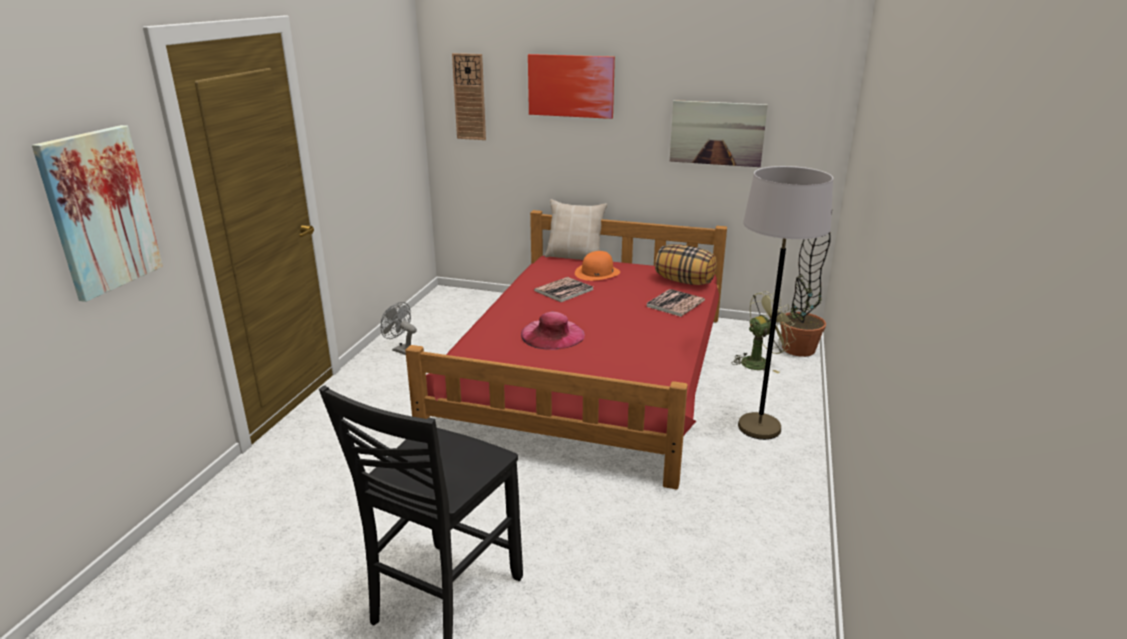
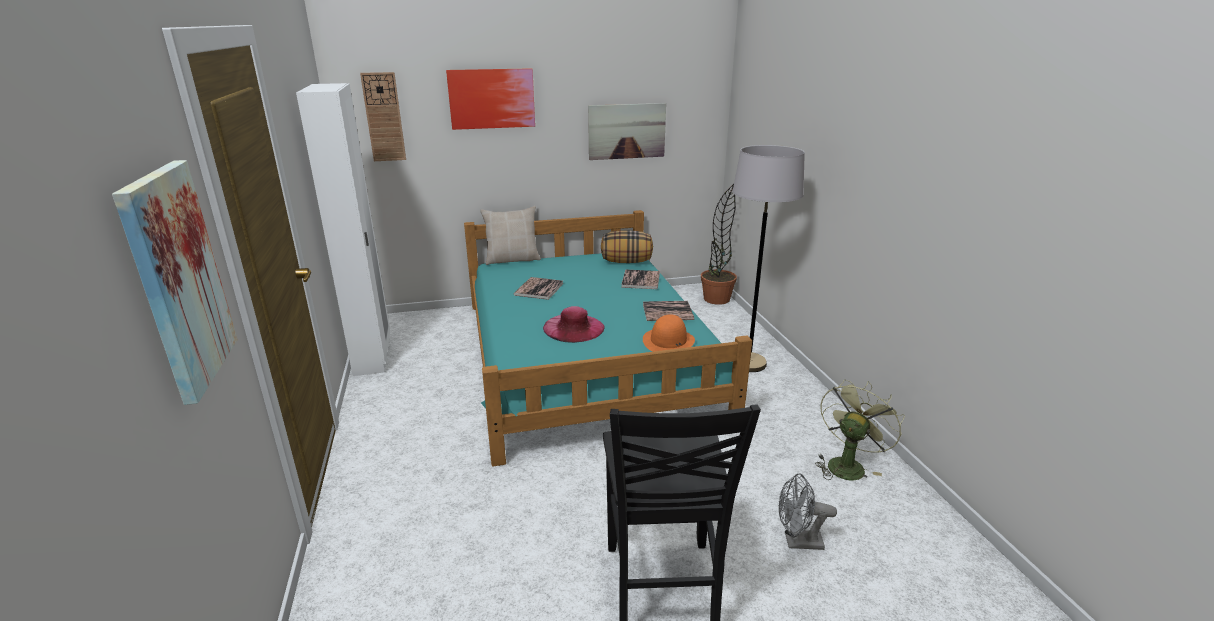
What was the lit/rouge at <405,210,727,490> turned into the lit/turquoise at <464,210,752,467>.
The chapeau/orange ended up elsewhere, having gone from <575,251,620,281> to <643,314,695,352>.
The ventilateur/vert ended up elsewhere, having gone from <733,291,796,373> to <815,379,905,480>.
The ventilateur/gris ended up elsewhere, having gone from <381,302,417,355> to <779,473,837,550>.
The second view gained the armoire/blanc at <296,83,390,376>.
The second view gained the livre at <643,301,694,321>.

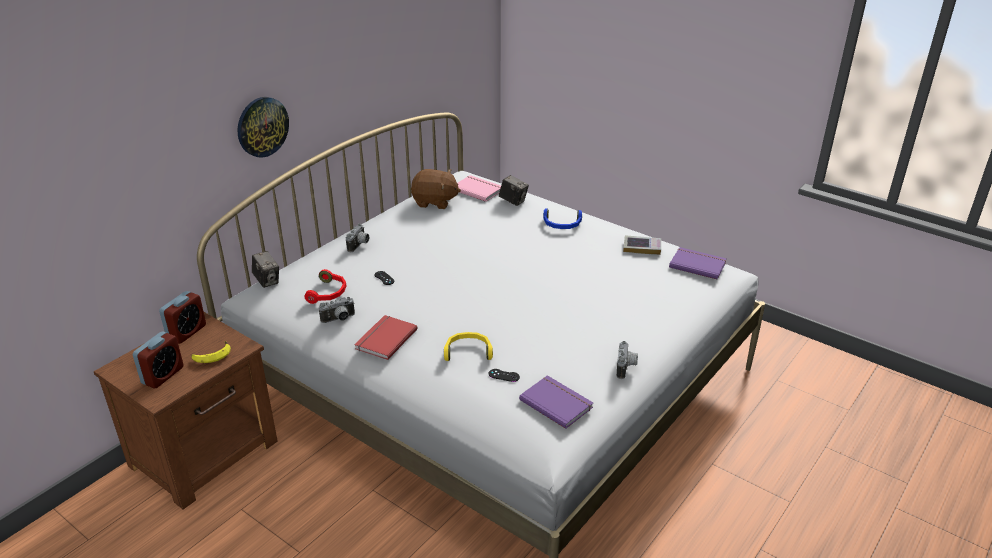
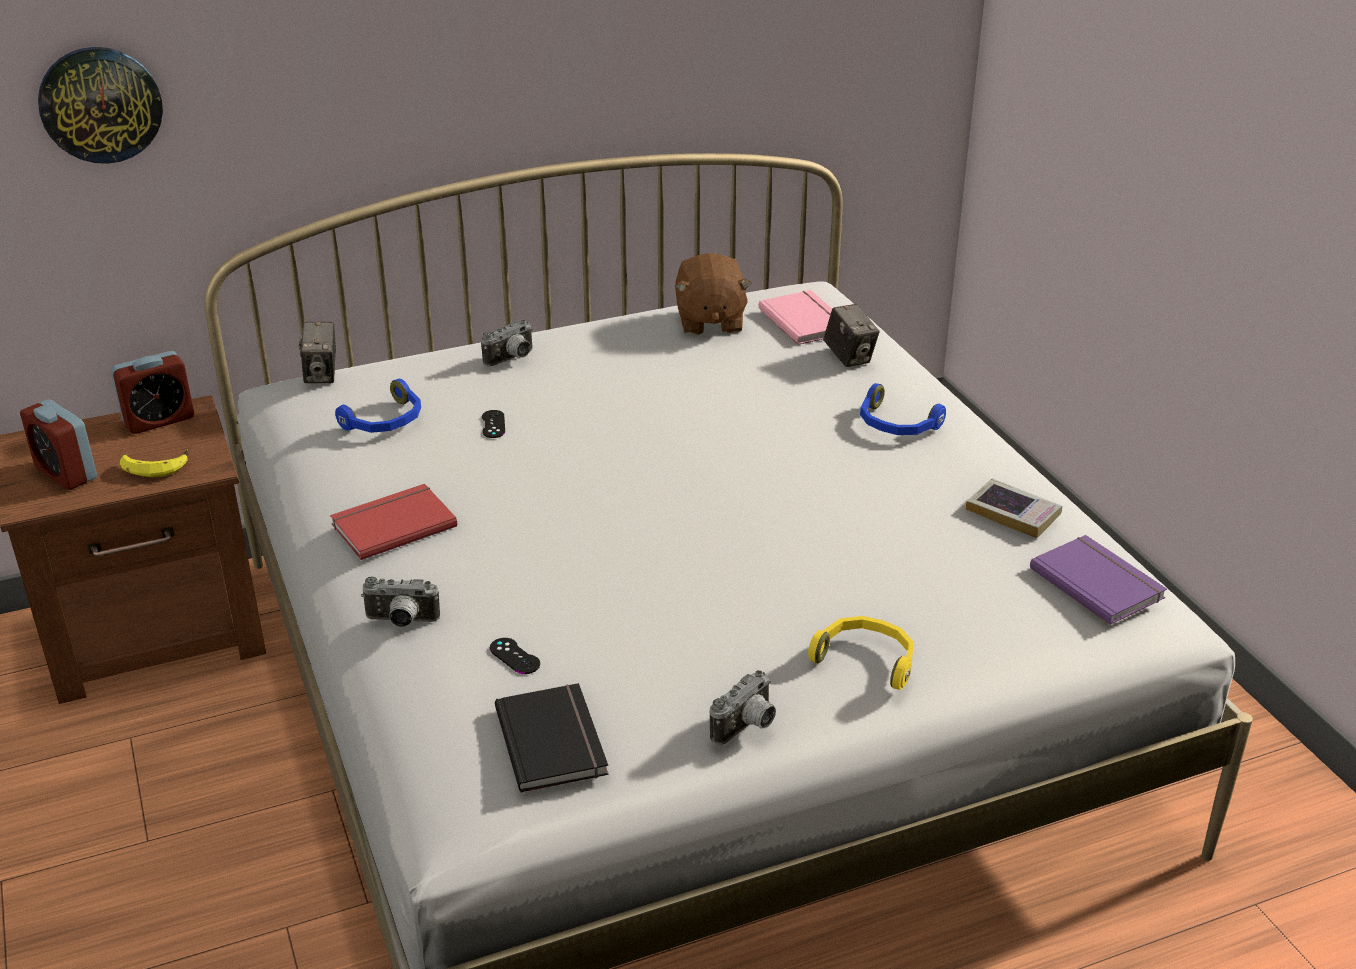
The horloge murale ended up elsewhere, having gone from <237,97,289,158> to <38,47,163,164>.
The peluche/marron at <411,169,461,209> ended up facing another way, 45 degrees clockwise from before.
What was the casque audio/rouge at <304,269,346,304> turned into the casque audio/bleu at <335,379,421,433>.
The appareil photo ended up elsewhere, having gone from <319,297,355,323> to <361,577,440,627>.
The réveil at <133,332,184,389> ended up facing another way, 75 degrees clockwise from before.
The casque audio/jaune ended up elsewhere, having gone from <444,332,493,361> to <808,616,914,690>.
What was the livre/violet at <519,375,593,429> turned into the livre/noir at <495,683,609,793>.

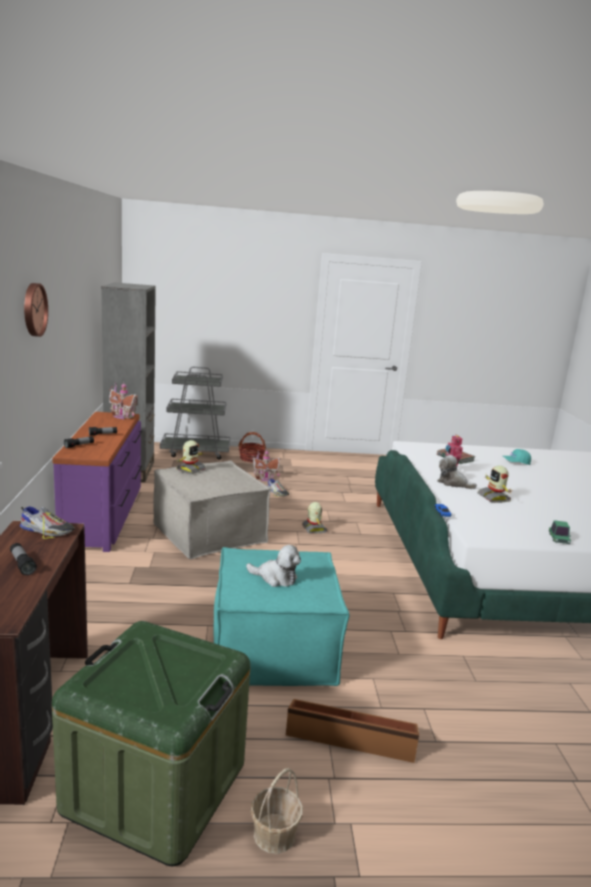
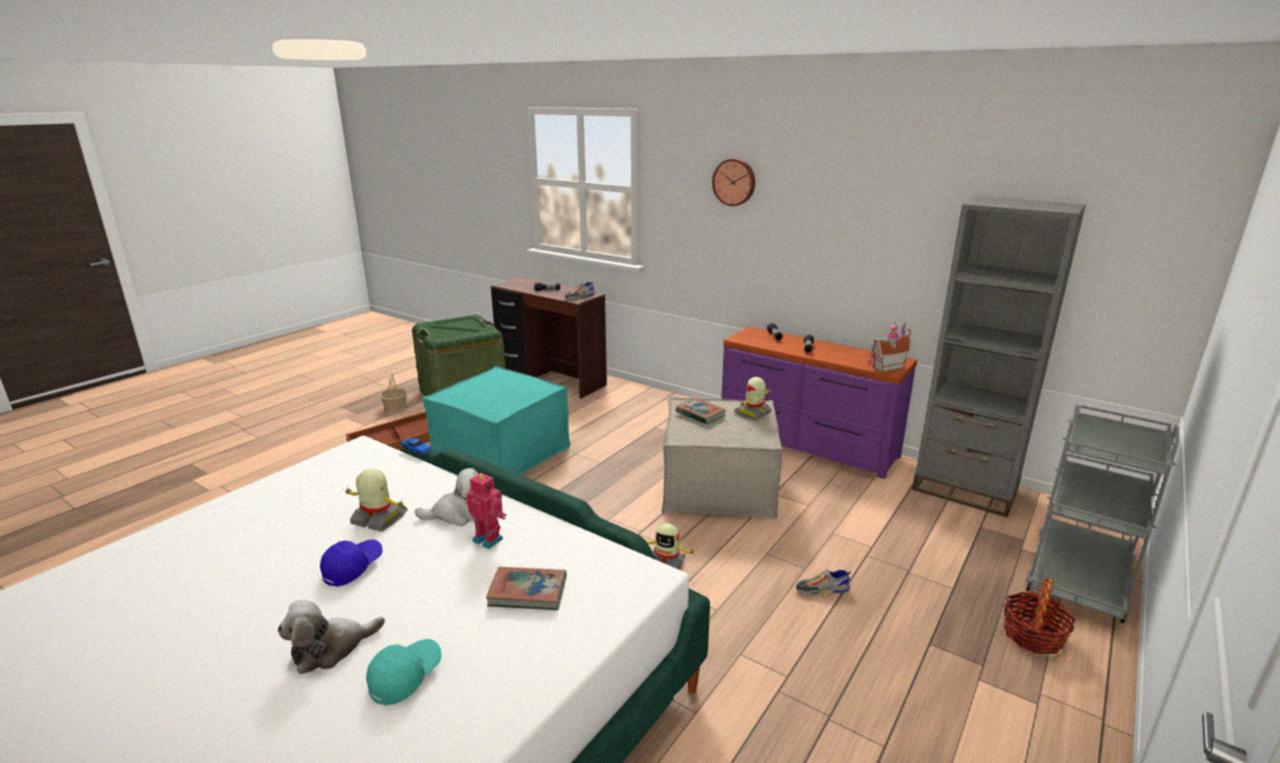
The robot jouet at <175,440,206,474> ended up facing another way, 60 degrees clockwise from before.
The second view lost the maison miniature at <251,450,281,481>.
The second view lost the petite voiture at <549,520,571,544>.
The peluche ended up elsewhere, having gone from <246,545,301,587> to <278,600,385,674>.
The second view gained the livre at <676,398,726,425>.
The second view gained the casquette/bleu at <320,539,383,587>.

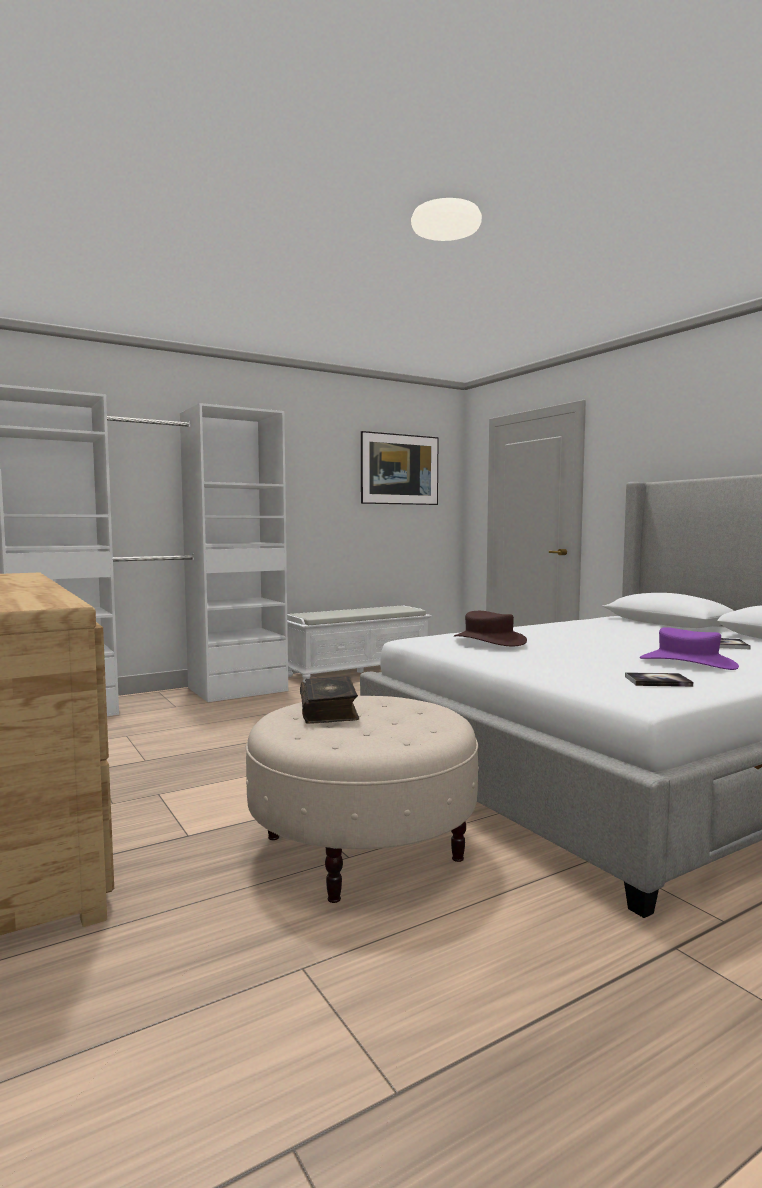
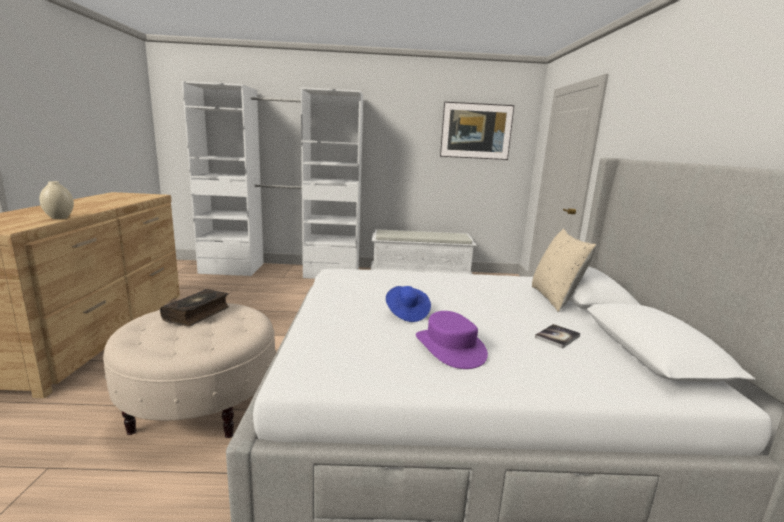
The second view lost the chapeau/marron at <454,611,527,646>.
The second view lost the livre at <625,672,693,687>.
The second view gained the vase/beige at <39,181,74,219>.
The second view gained the coussin/beige at <532,229,597,312>.
The second view gained the chapeau/bleu at <386,286,431,322>.

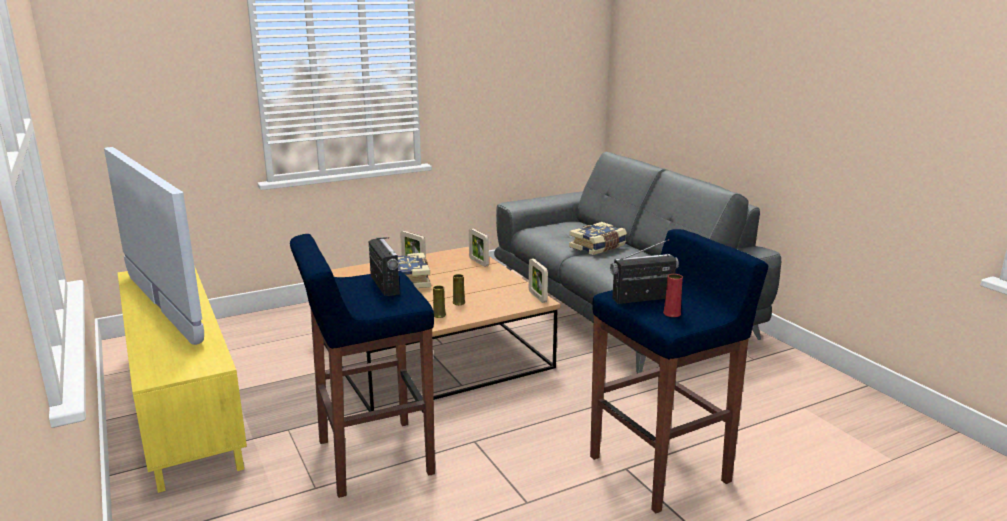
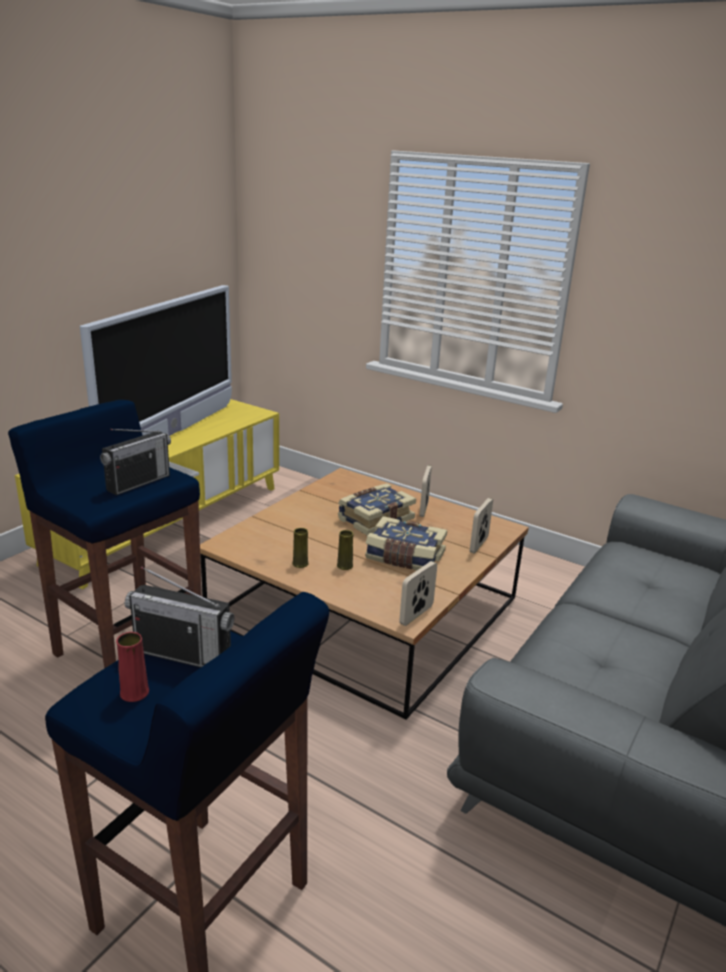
The livre ended up elsewhere, having gone from <569,222,627,255> to <365,516,447,570>.
The radio at <610,239,679,304> ended up facing another way, 150 degrees clockwise from before.

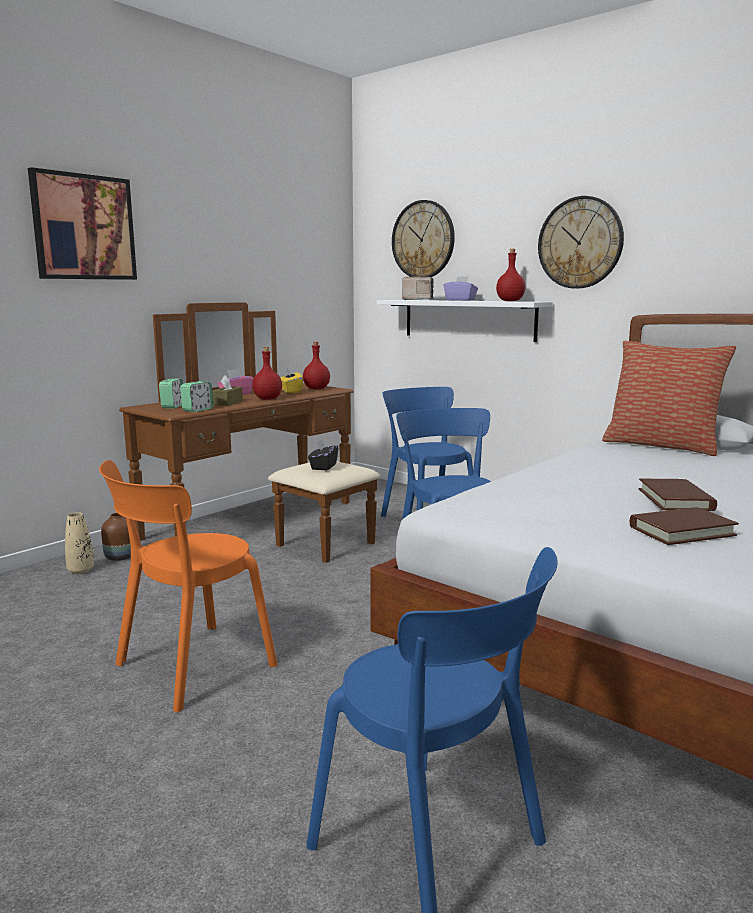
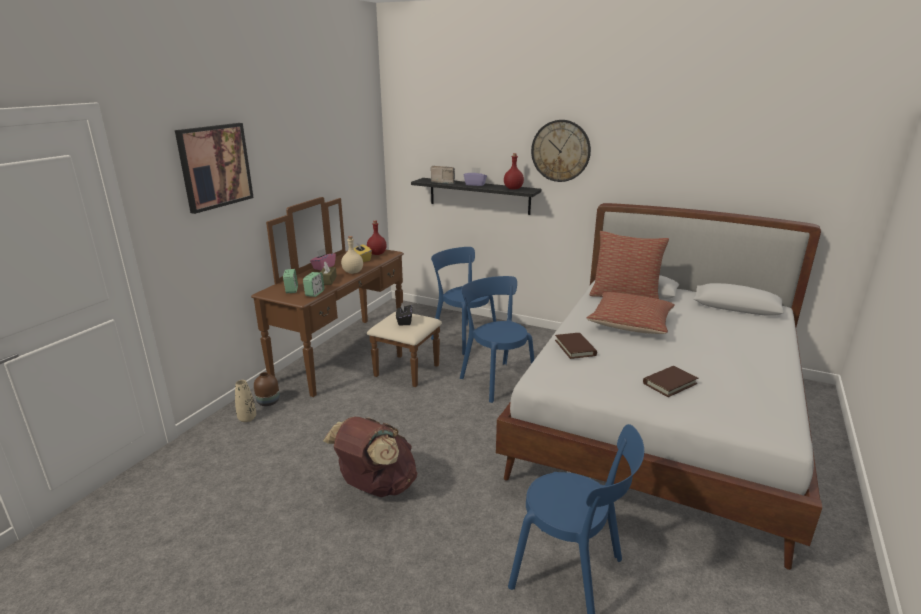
The second view lost the horloge murale at <392,200,455,277>.
What was the étagère/blanc at <377,300,553,342> turned into the étagère/noir at <411,178,541,215>.
What was the bouteille/rouge at <252,347,282,400> turned into the bouteille/beige at <341,236,363,274>.
Where the chaise/orange stood at <99,460,277,713>, the sac à dos/marron came to stand at <323,417,417,497>.
The livre/marron ended up elsewhere, having gone from <639,478,717,511> to <555,333,597,359>.
The second view gained the coussin at <586,292,675,334>.

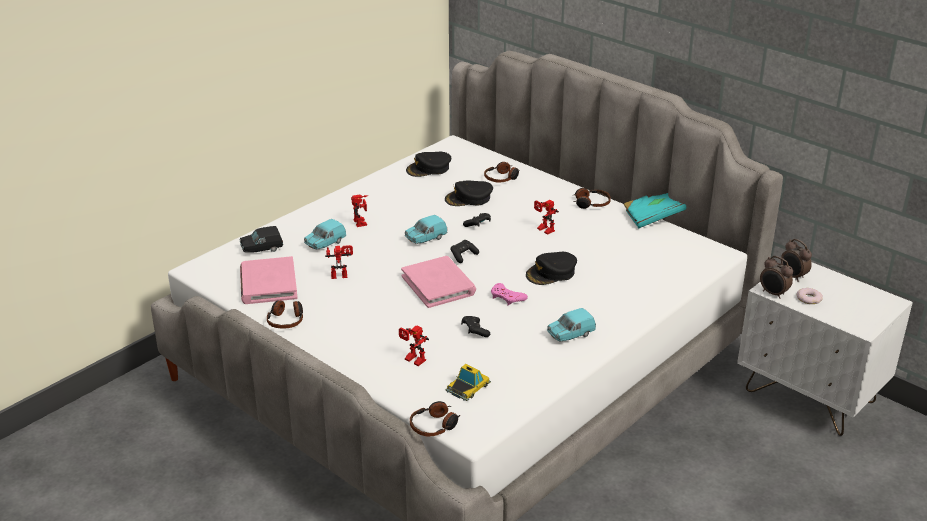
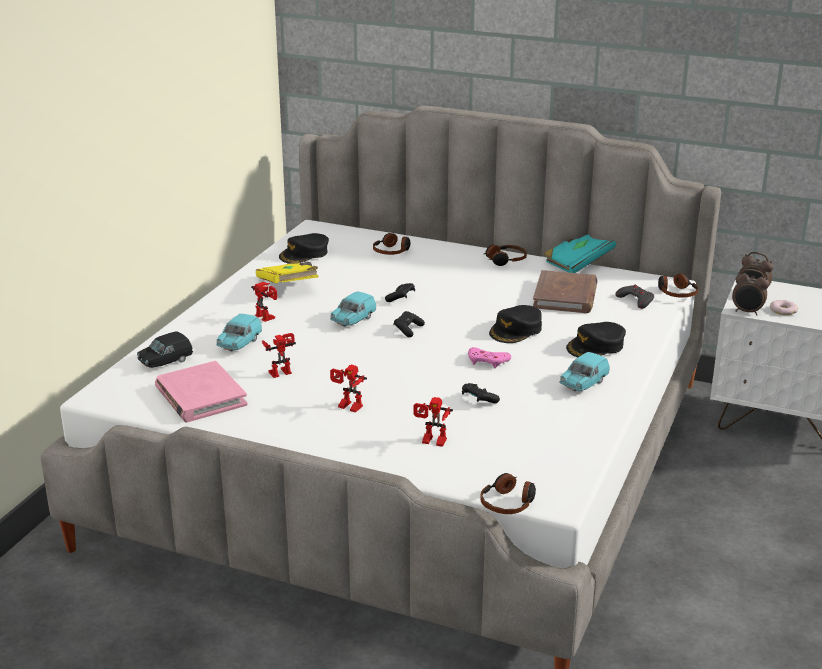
The casquette/noir ended up elsewhere, having gone from <445,180,493,206> to <566,322,626,357>.
The robot jouet ended up elsewhere, having gone from <534,200,559,235> to <330,364,367,412>.
The second view lost the livre/rose at <401,256,476,308>.
The casque audio ended up elsewhere, having gone from <267,300,303,328> to <658,274,699,298>.
The second view lost the petite voiture at <445,364,491,401>.
The second view gained the livre/jaune at <256,261,319,283>.
The second view gained the livre/marron at <533,270,598,313>.
The second view gained the manette/gris at <615,285,654,309>.

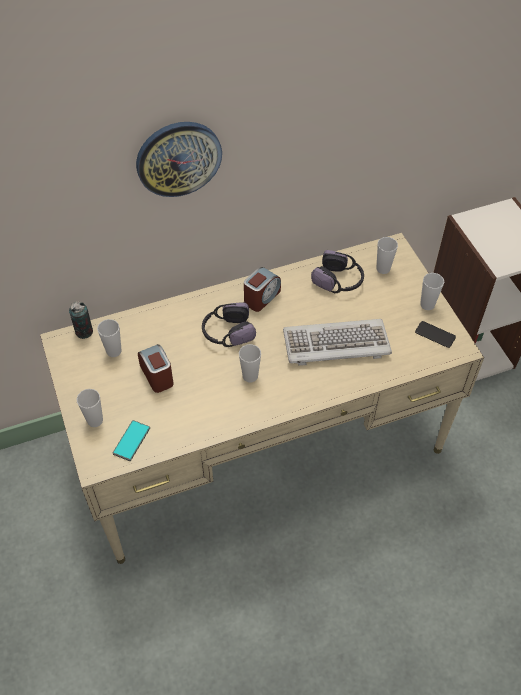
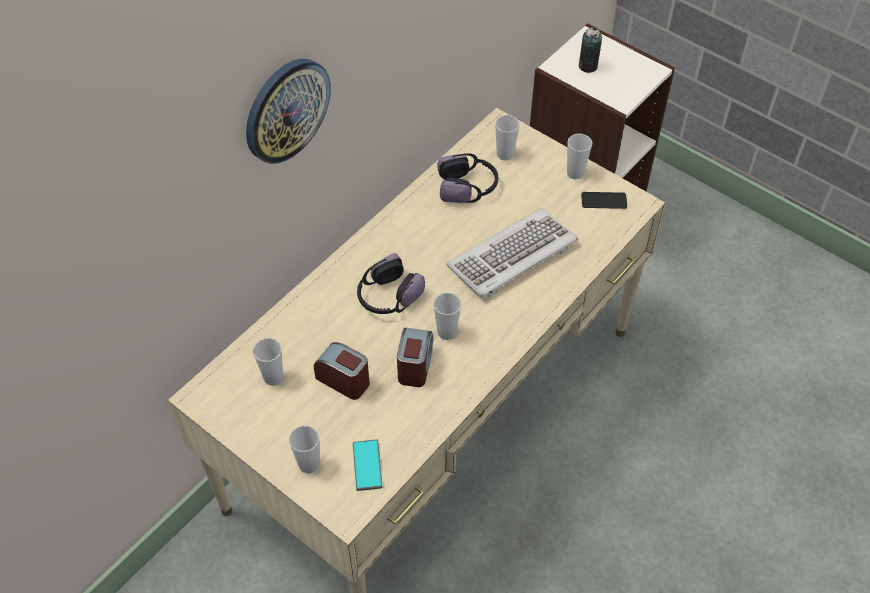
The réveil ended up elsewhere, having gone from <244,267,281,312> to <397,328,433,387>.
The boîte métallique ended up elsewhere, having gone from <69,301,93,339> to <579,28,602,73>.

